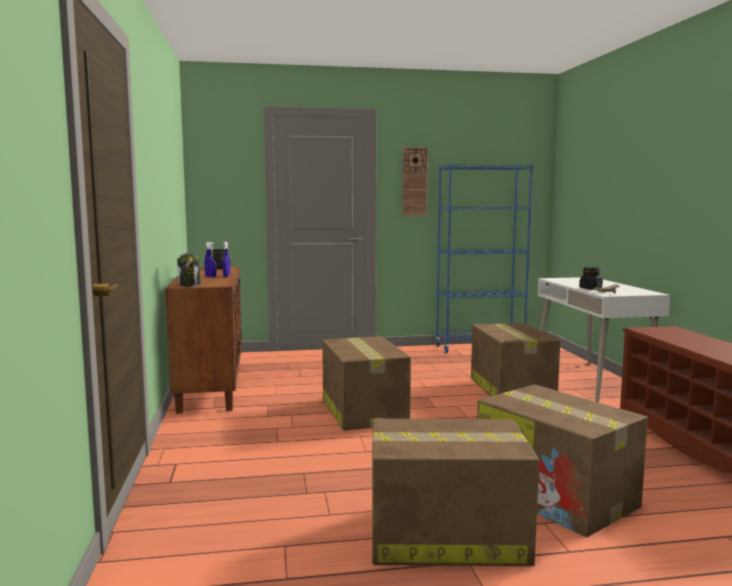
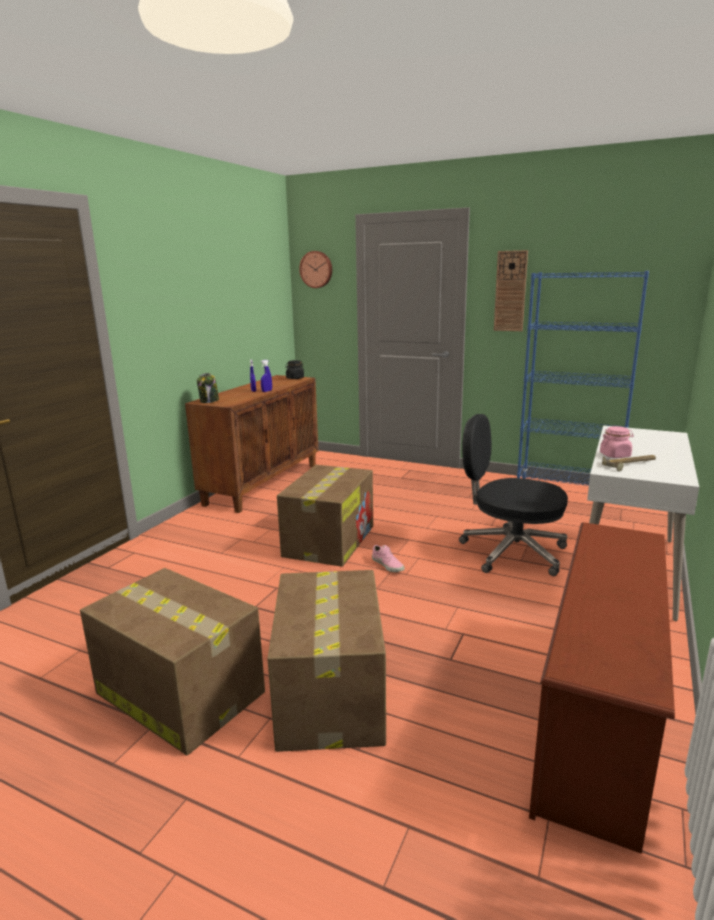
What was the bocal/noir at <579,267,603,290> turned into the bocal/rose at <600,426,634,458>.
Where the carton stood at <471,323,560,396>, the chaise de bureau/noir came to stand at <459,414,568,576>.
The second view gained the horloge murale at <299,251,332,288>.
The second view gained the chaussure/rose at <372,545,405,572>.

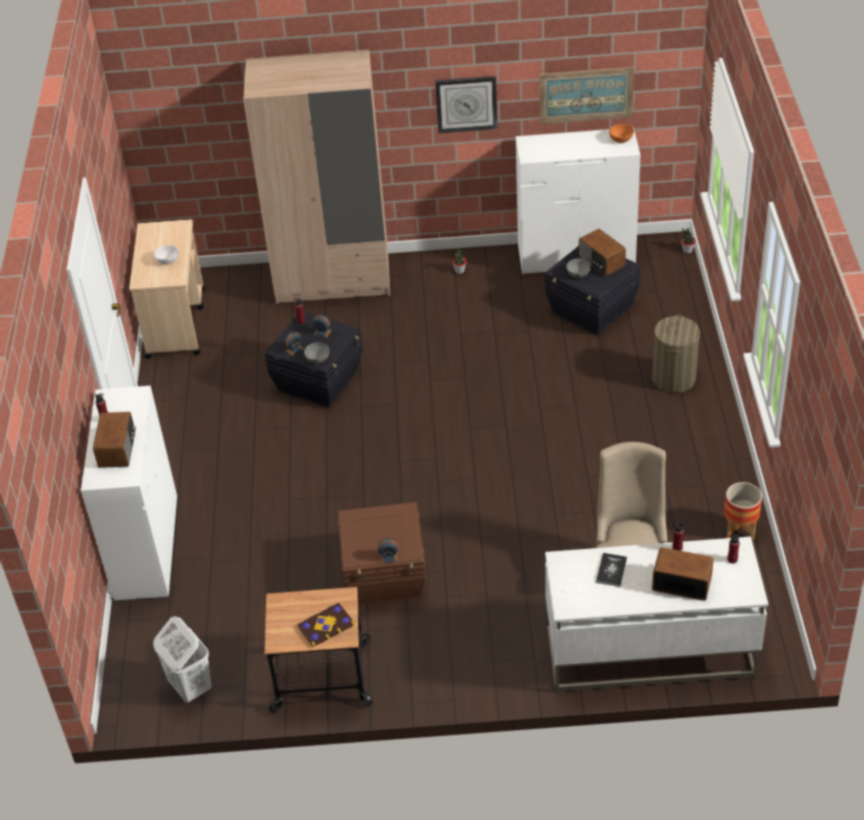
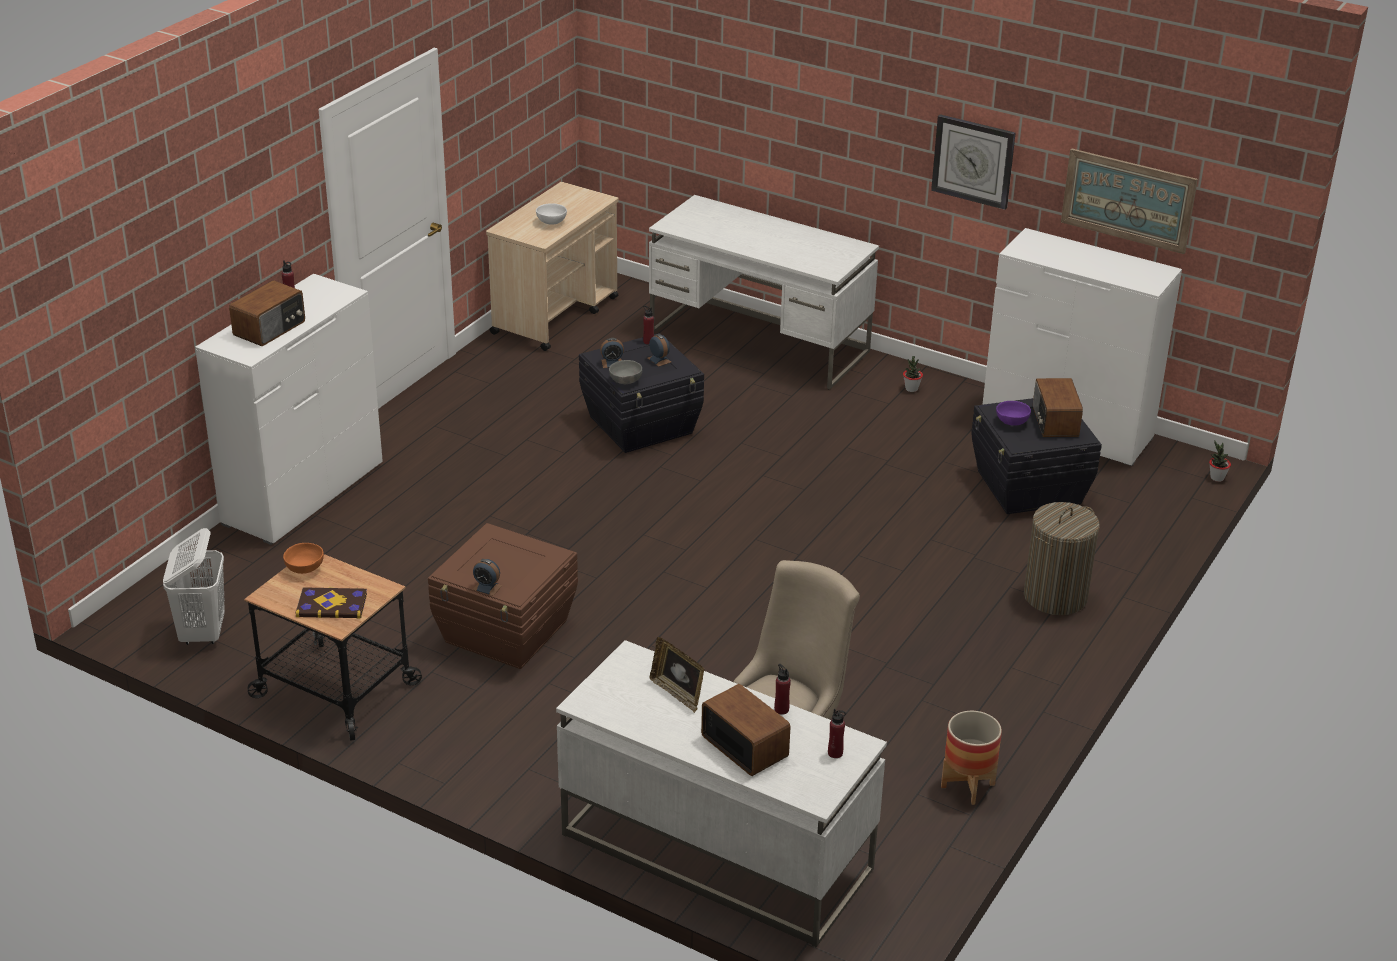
Where the armoire/beige stood at <243,50,391,305>, the bureau/blanc came to stand at <649,195,879,389>.
The bol/orange ended up elsewhere, having gone from <609,124,634,143> to <283,543,324,574>.
What was the bol/gris at <566,258,591,278> turned into the bol/violet at <996,401,1031,426>.
Where the livre stood at <596,553,627,587>, the cadre photo came to stand at <650,637,704,713>.

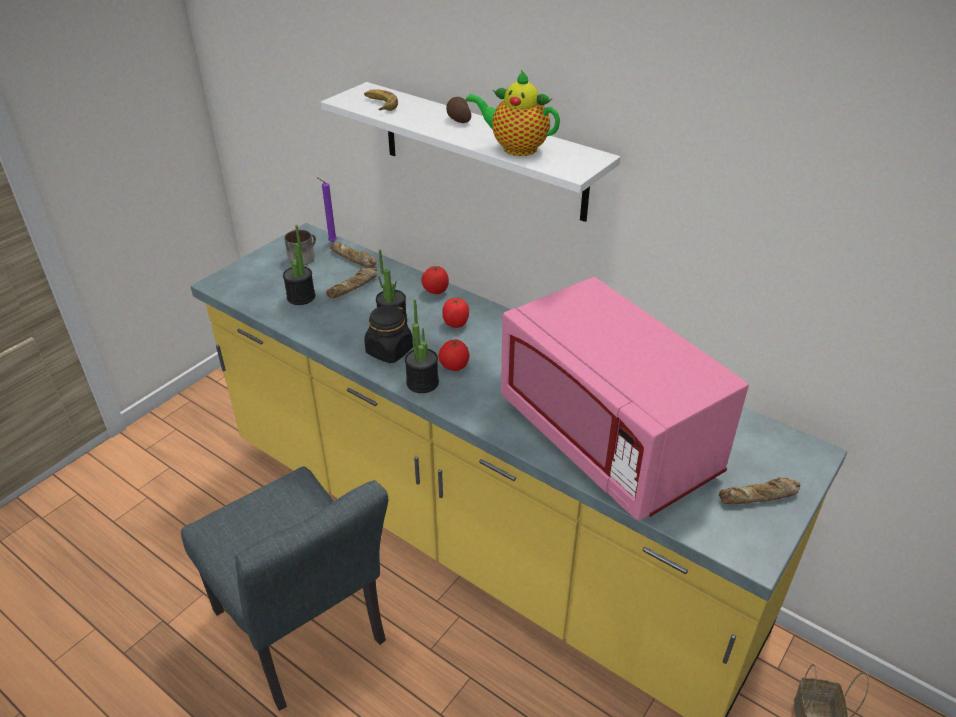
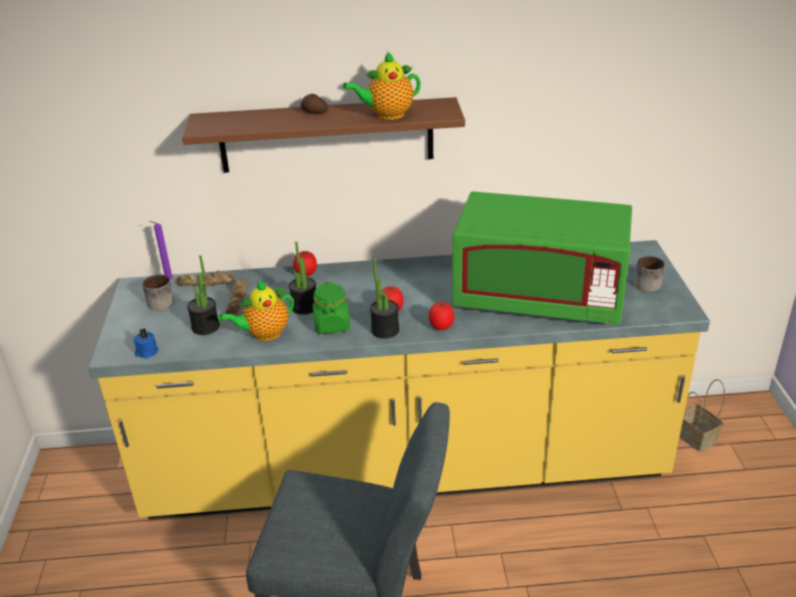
What was the étagère/blanc at <321,82,620,222> turned into the étagère/marron at <182,97,465,173>.
The second view lost the banane at <364,89,398,111>.
What was the micro-ondes/rose at <501,277,749,521> turned into the micro-ondes/vert at <452,191,632,324>.
The tomate ended up elsewhere, having gone from <442,298,469,328> to <429,302,454,330>.
What was the bocal/noir at <364,304,413,363> turned into the bocal/vert at <313,282,350,334>.
Where the pain stood at <719,477,801,504>, the mug came to stand at <634,256,665,292>.
The second view gained the théière at <218,280,294,341>.
The second view gained the bougie/bleu at <133,328,159,359>.

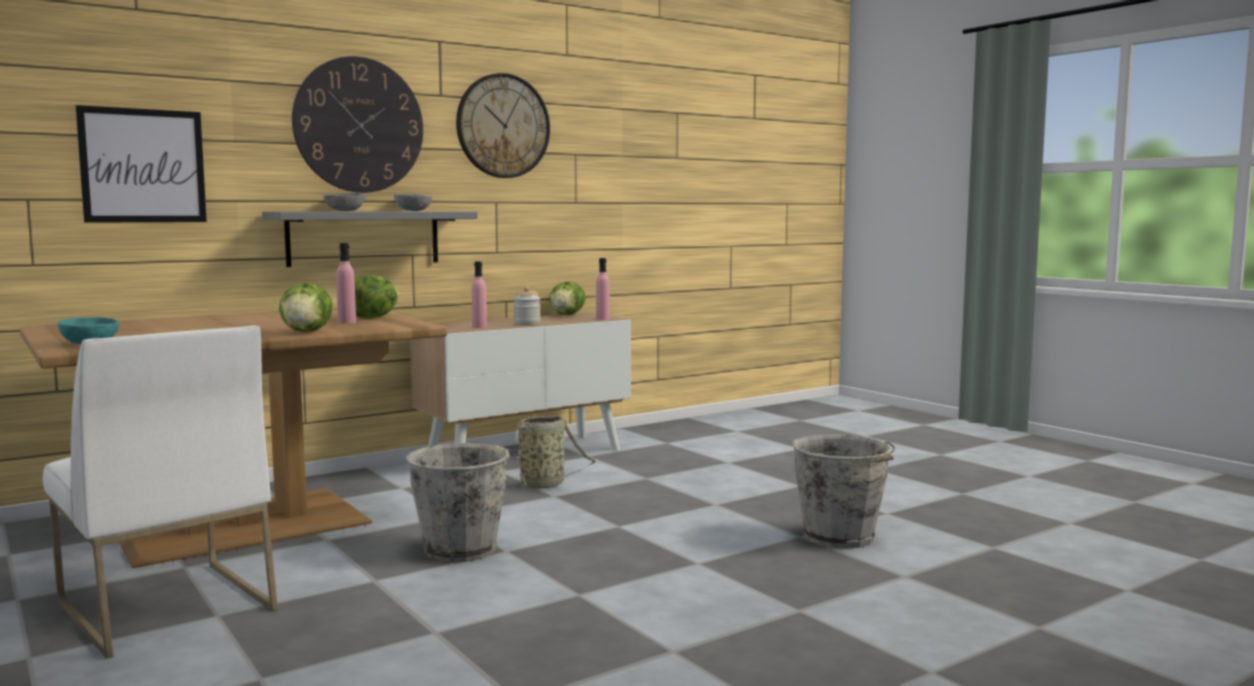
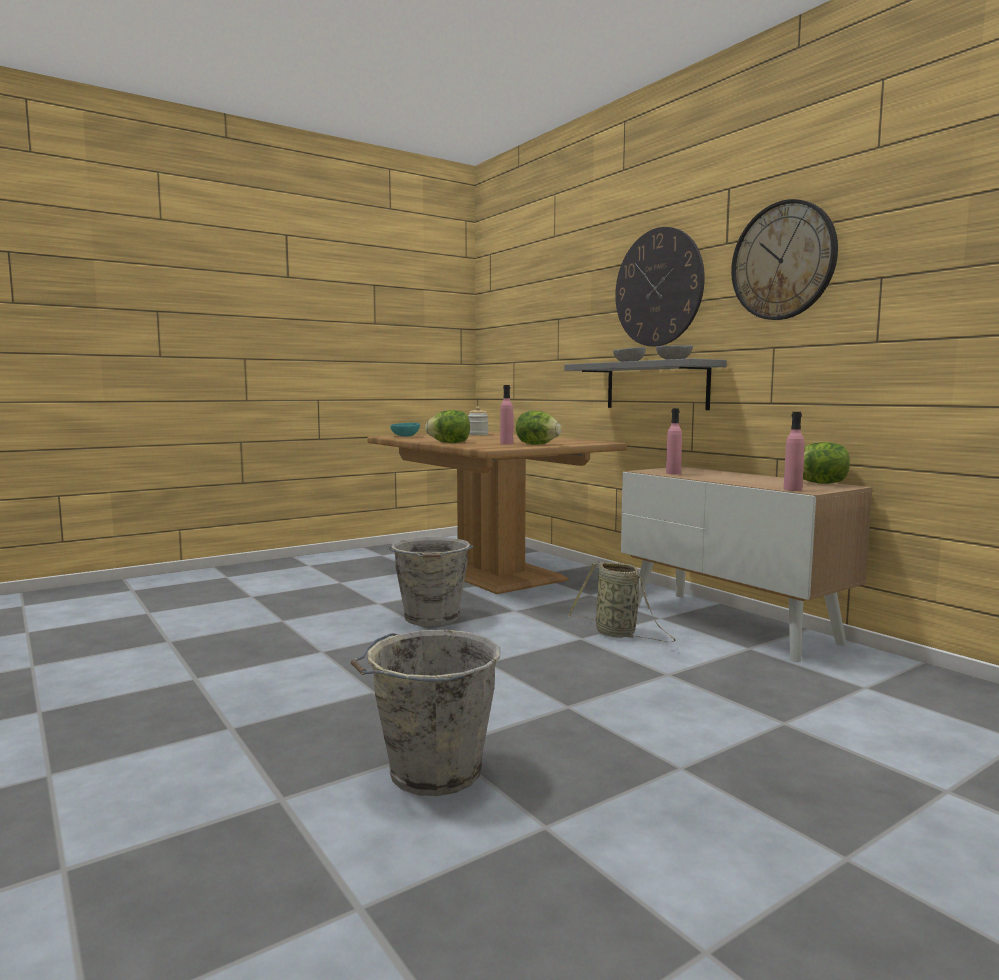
The second view lost the tableau at <76,105,207,223>.
The bocal ended up elsewhere, having gone from <513,286,541,325> to <468,406,488,436>.
The second view lost the chaise/blanc at <43,326,278,659>.

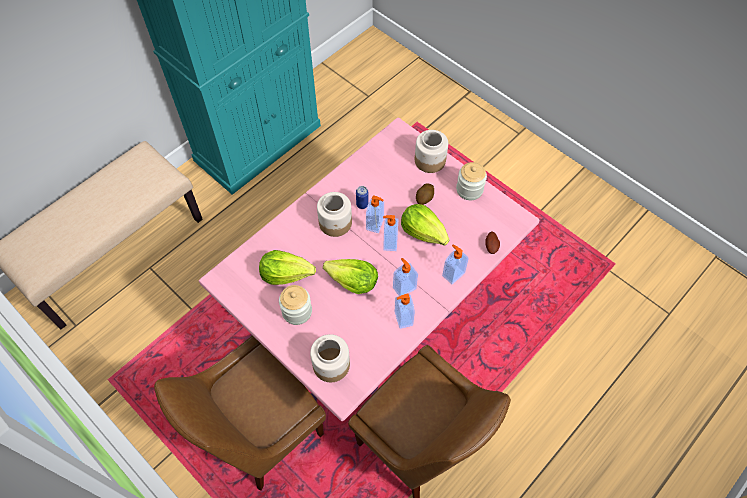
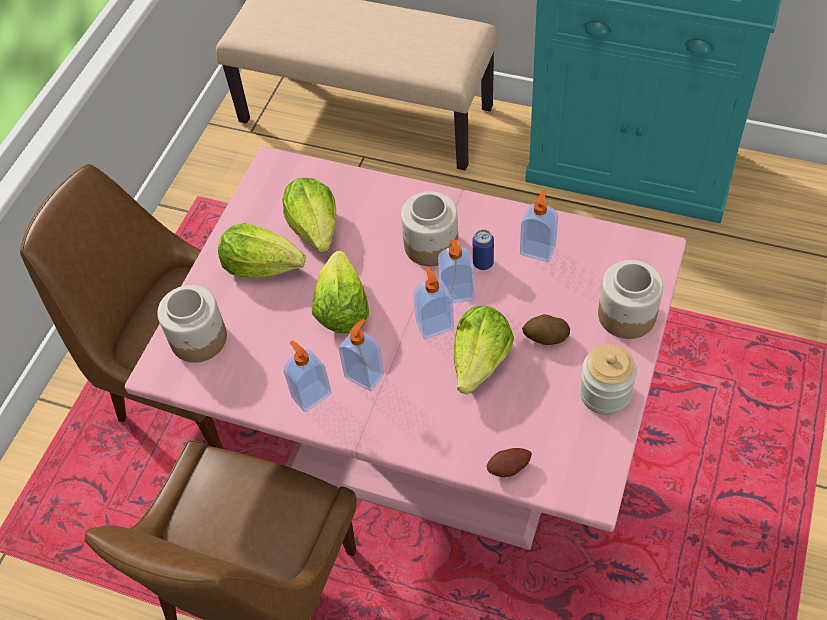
The distributeur de savon ended up elsewhere, having gone from <442,245,469,284> to <520,190,558,262>.
Where the bocal stood at <279,285,312,325>, the laitue came to stand at <218,223,306,278>.

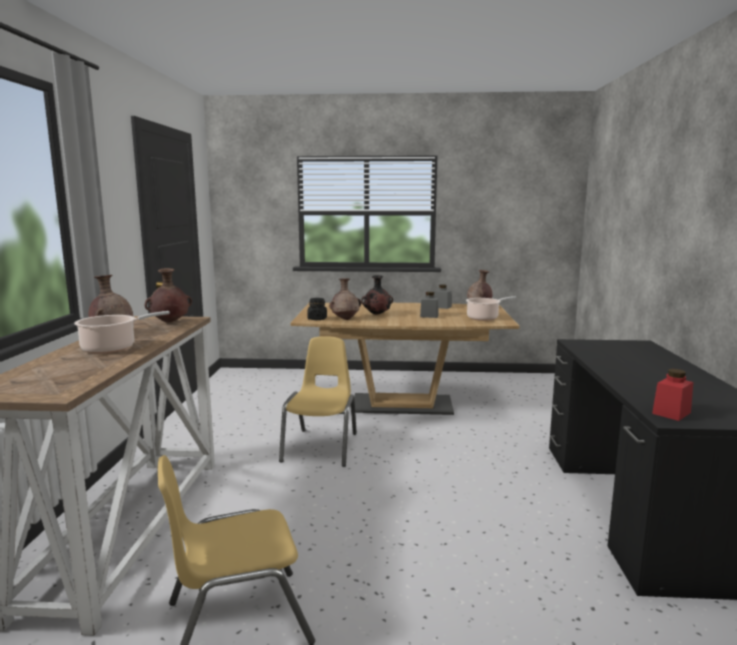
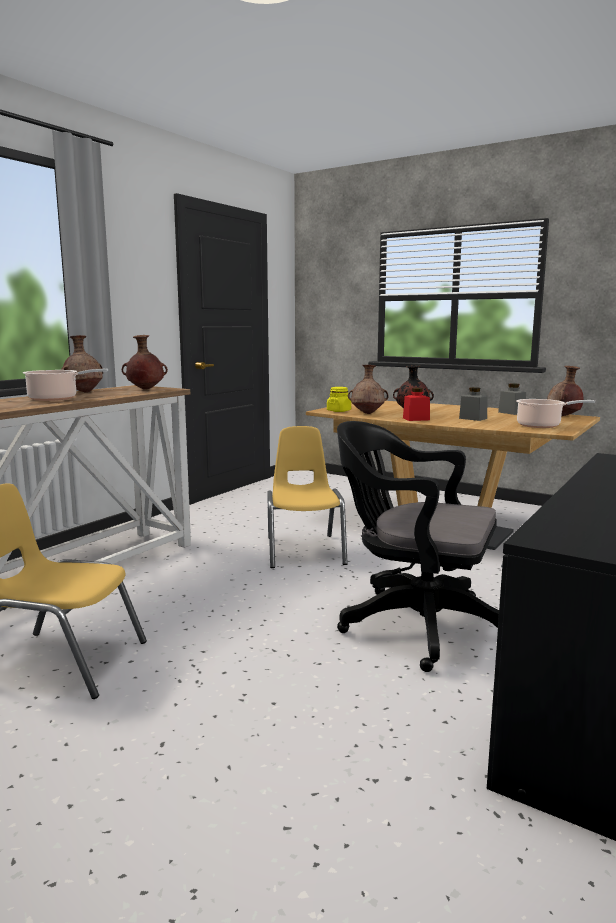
What was the bocal/noir at <307,298,327,320> turned into the bocal/jaune at <327,387,351,412>.
The chaise/jaune at <279,336,357,467> ended up facing another way, 45 degrees counterclockwise from before.
The bocal/rouge ended up elsewhere, having gone from <652,369,693,421> to <403,388,430,421>.
The second view gained the chaise de bureau/noir at <337,421,499,672>.

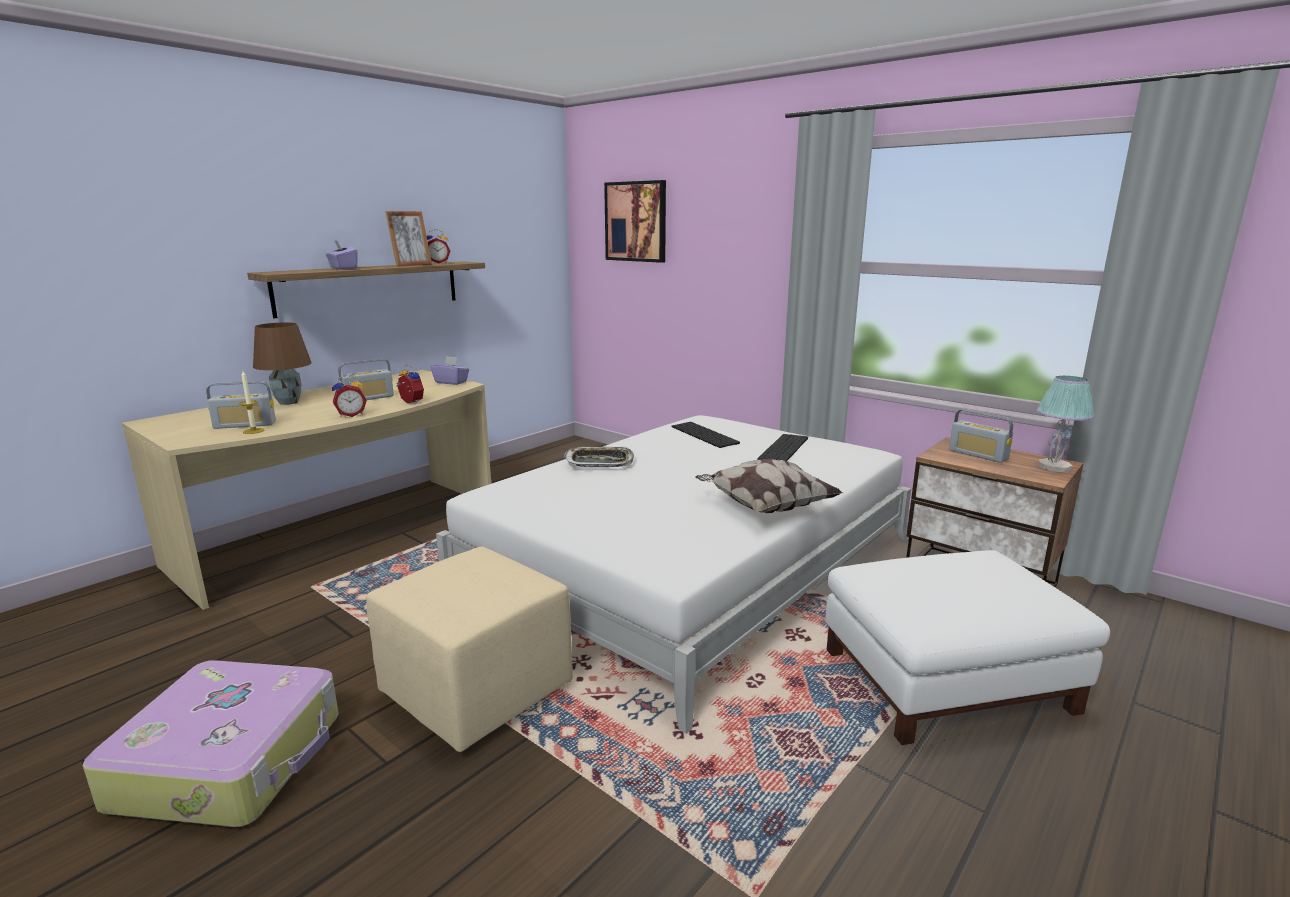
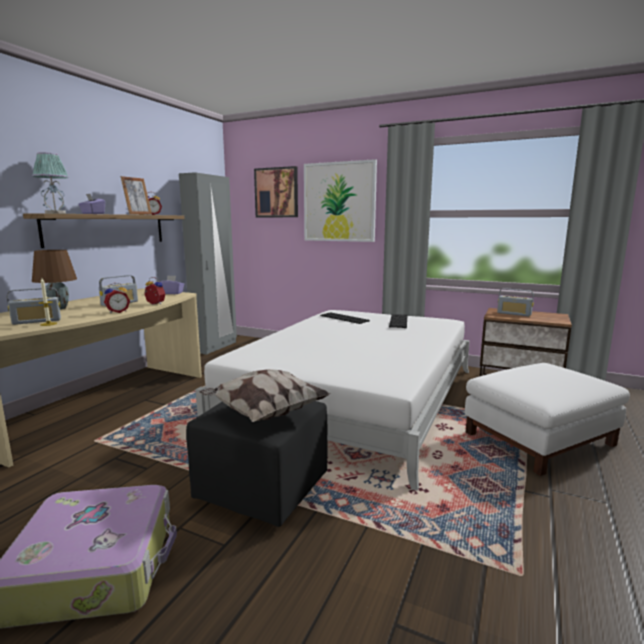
The lampe de table ended up elsewhere, having gone from <1037,376,1094,472> to <32,152,69,214>.
The second view lost the plateau at <563,446,634,467>.
The coussin ended up elsewhere, having gone from <695,459,843,513> to <199,369,330,422>.
What was the pouf/beige at <367,546,573,752> turned into the pouf/noir at <186,401,328,527>.
The second view gained the tableau at <304,159,377,242>.
The second view gained the armoire/gris at <179,172,237,355>.

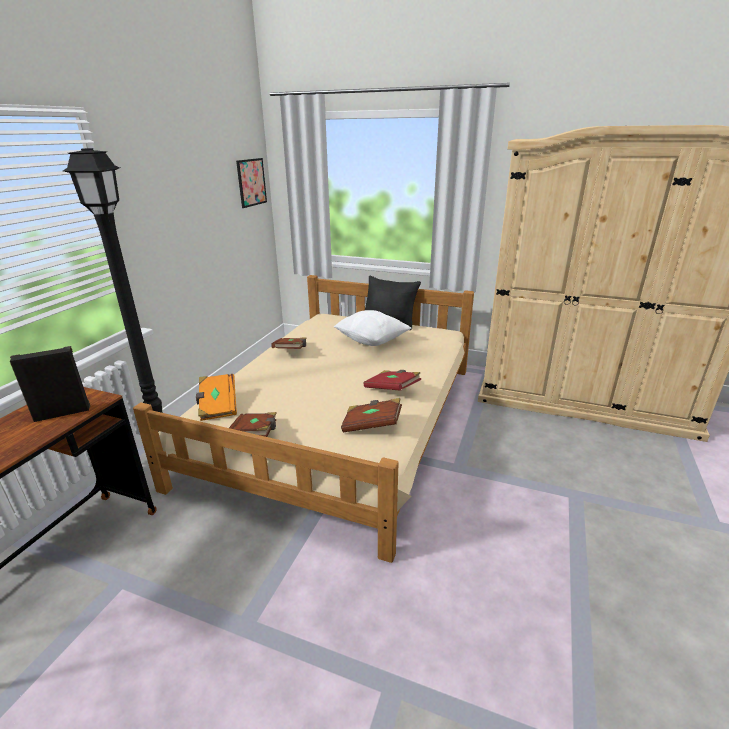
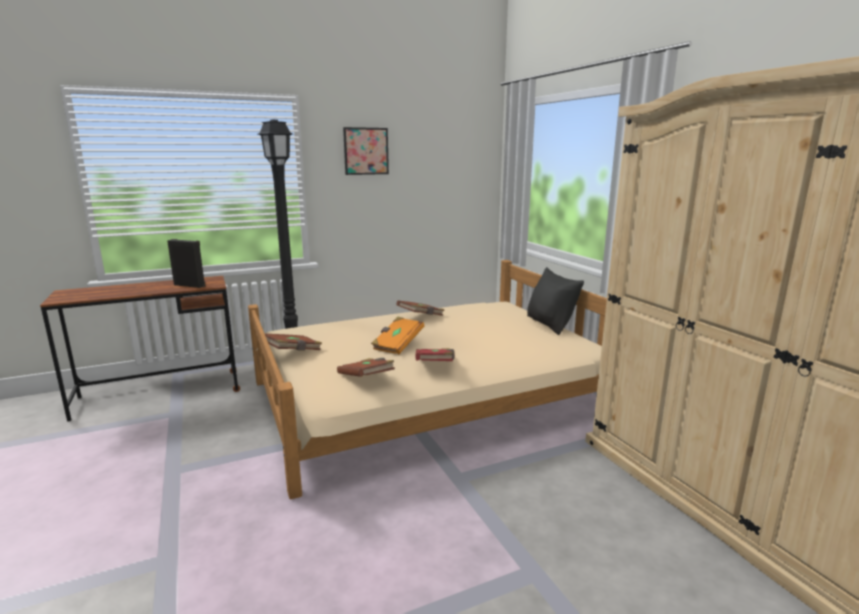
The tableau ended up elsewhere, having gone from <236,158,267,208> to <343,127,389,175>.
The second view lost the coussin/blanc at <334,310,412,346>.
The livre/orange ended up elsewhere, having gone from <196,374,237,421> to <371,317,424,354>.

